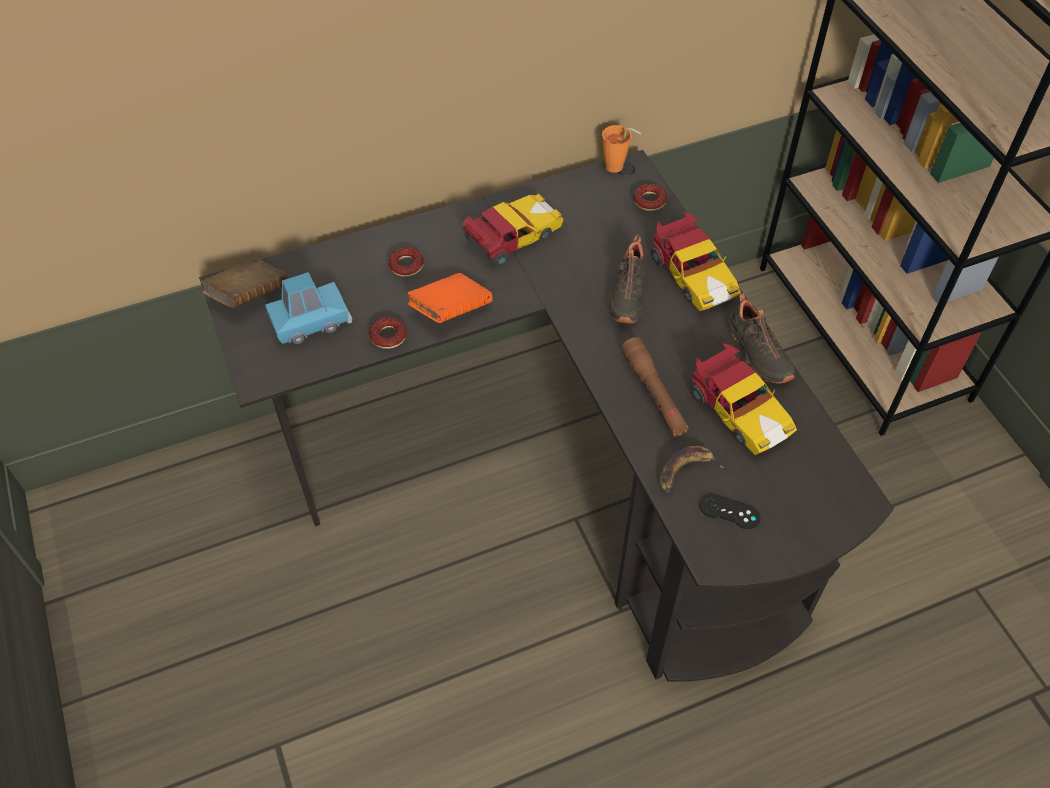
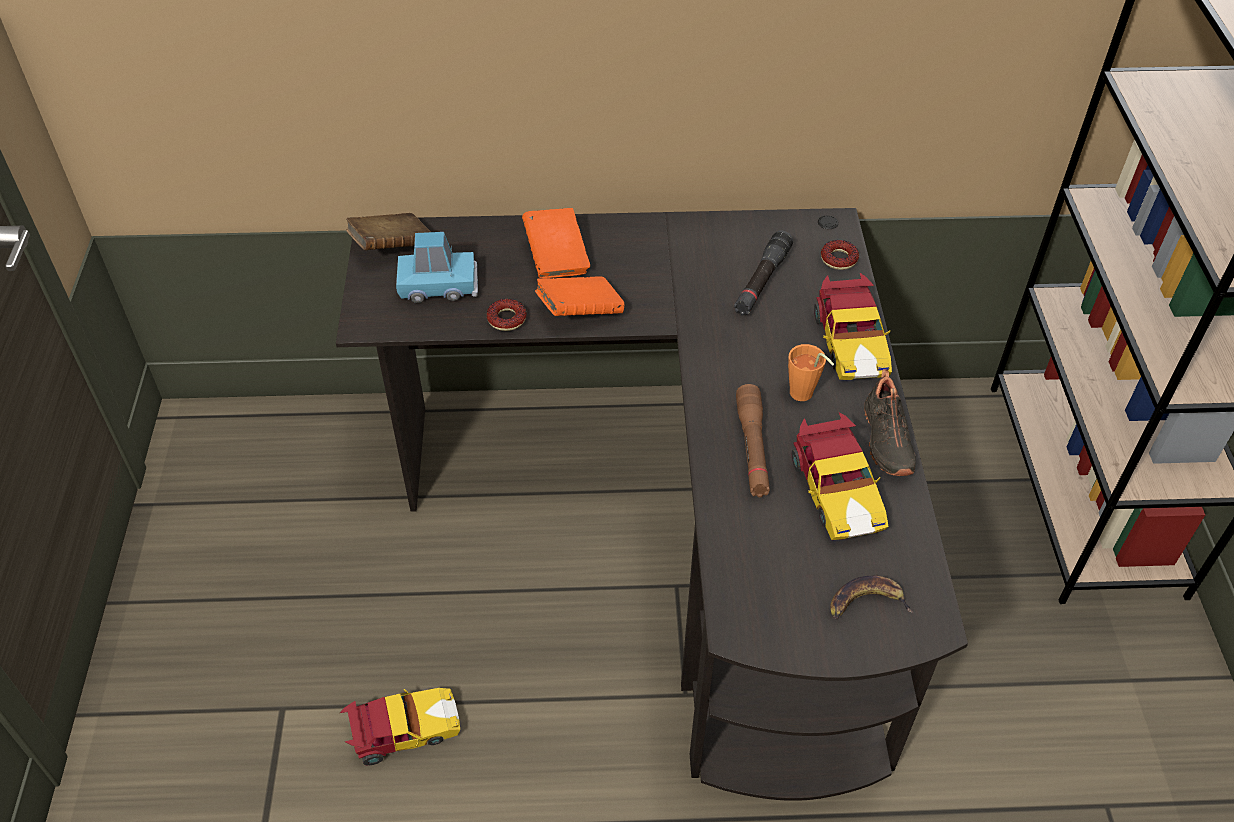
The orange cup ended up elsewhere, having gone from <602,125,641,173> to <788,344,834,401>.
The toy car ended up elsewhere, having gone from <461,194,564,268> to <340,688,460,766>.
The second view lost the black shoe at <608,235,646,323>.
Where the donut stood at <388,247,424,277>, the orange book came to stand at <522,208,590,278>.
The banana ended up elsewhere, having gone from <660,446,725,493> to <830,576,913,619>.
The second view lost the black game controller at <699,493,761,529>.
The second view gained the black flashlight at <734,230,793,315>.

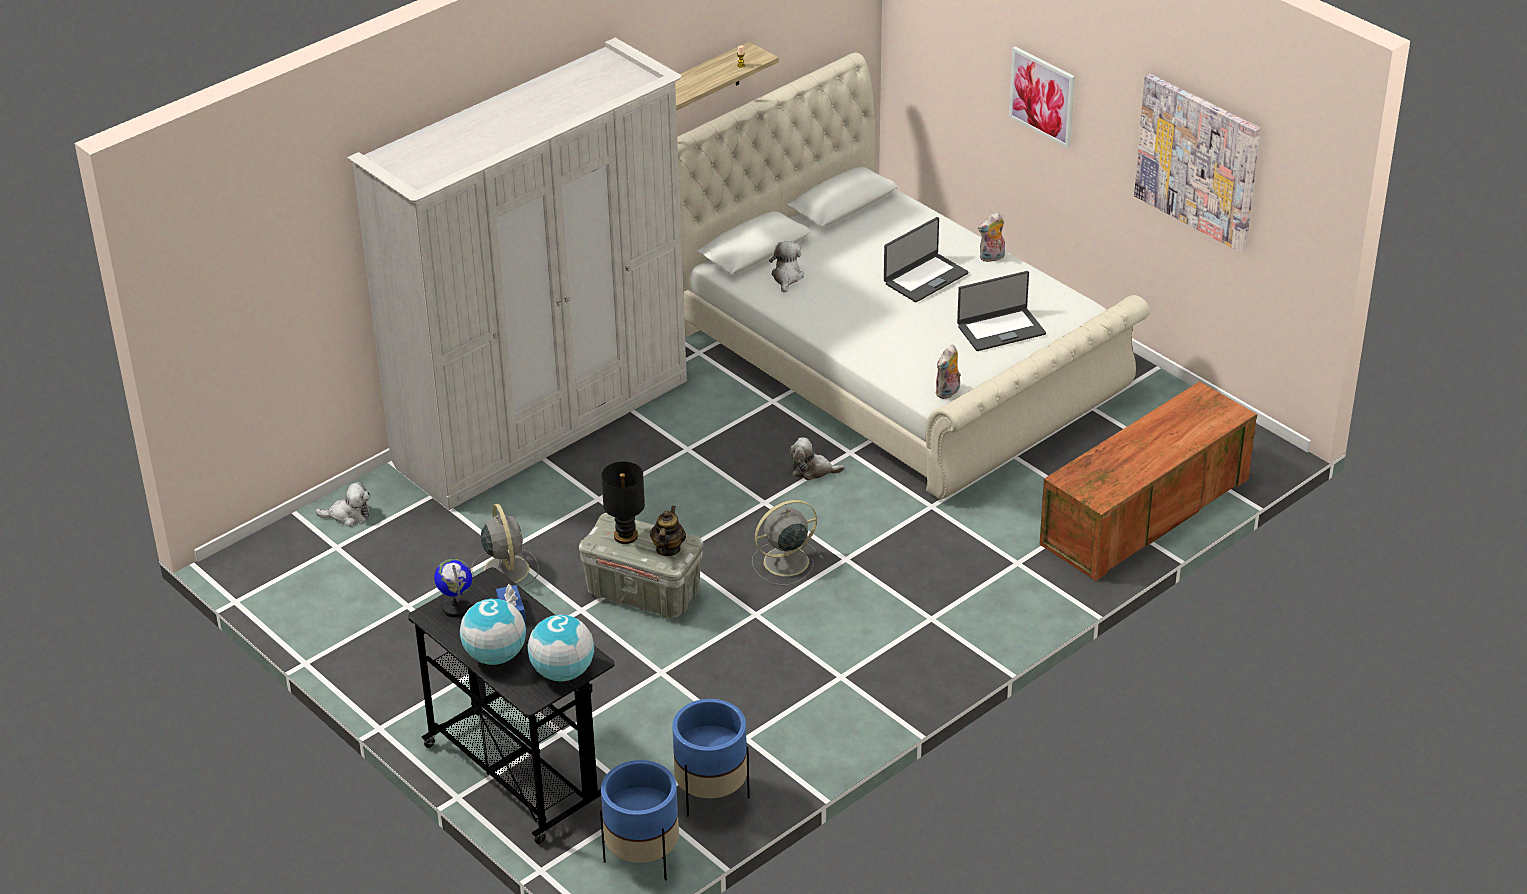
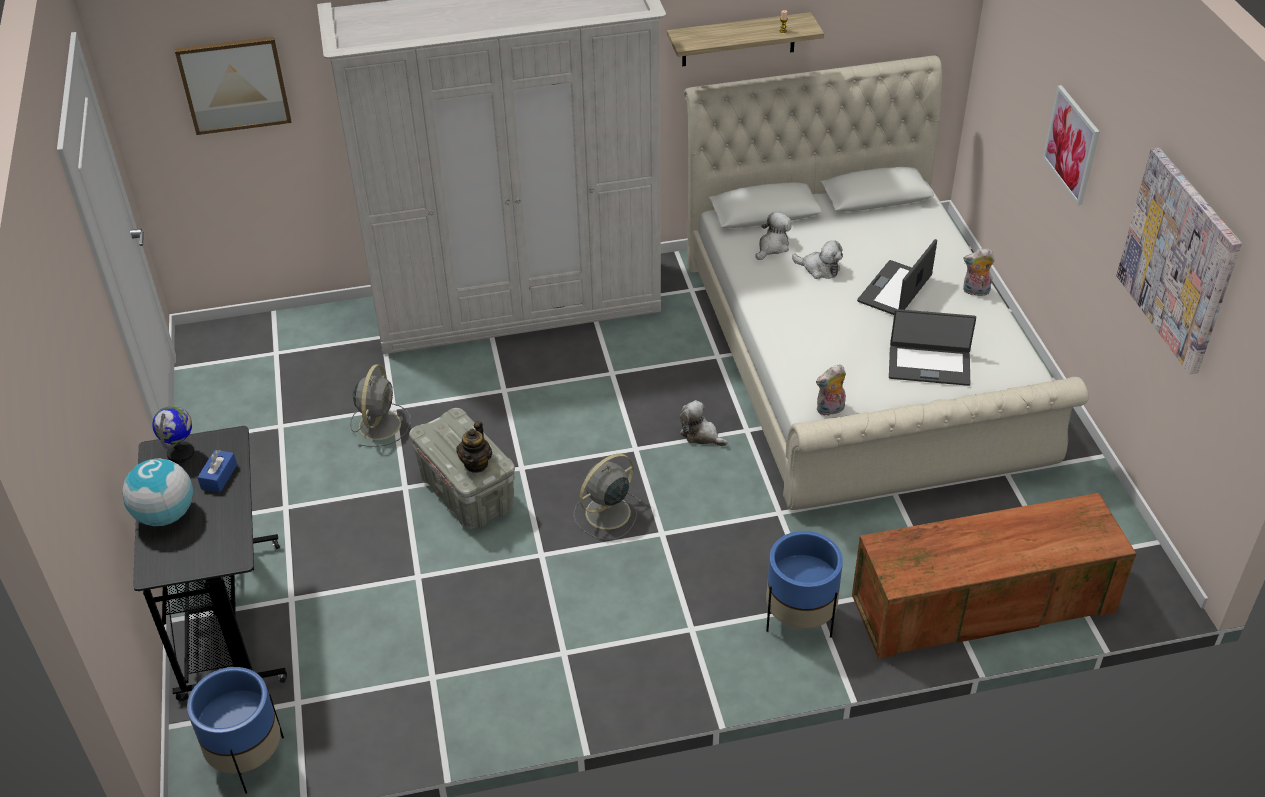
The laptop at <884,217,968,302> ended up facing another way, 135 degrees clockwise from before.
The second view lost the black table lamp at <601,461,645,544>.
The plush toy ended up elsewhere, having gone from <315,482,370,527> to <792,241,843,279>.
The grey fan at <752,500,823,586> ended up facing another way, 45 degrees counterclockwise from before.
The teapot at <650,506,686,556> ended up facing another way, 150 degrees clockwise from before.
The second view lost the globe at <528,615,594,682>.
The blue planter ended up elsewhere, having gone from <672,699,750,817> to <766,531,843,638>.
The second view gained the picture at <175,36,291,135>.

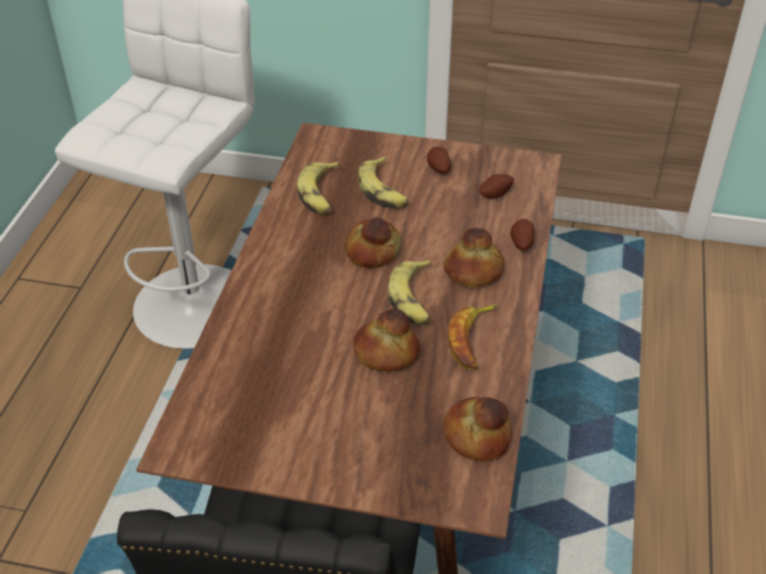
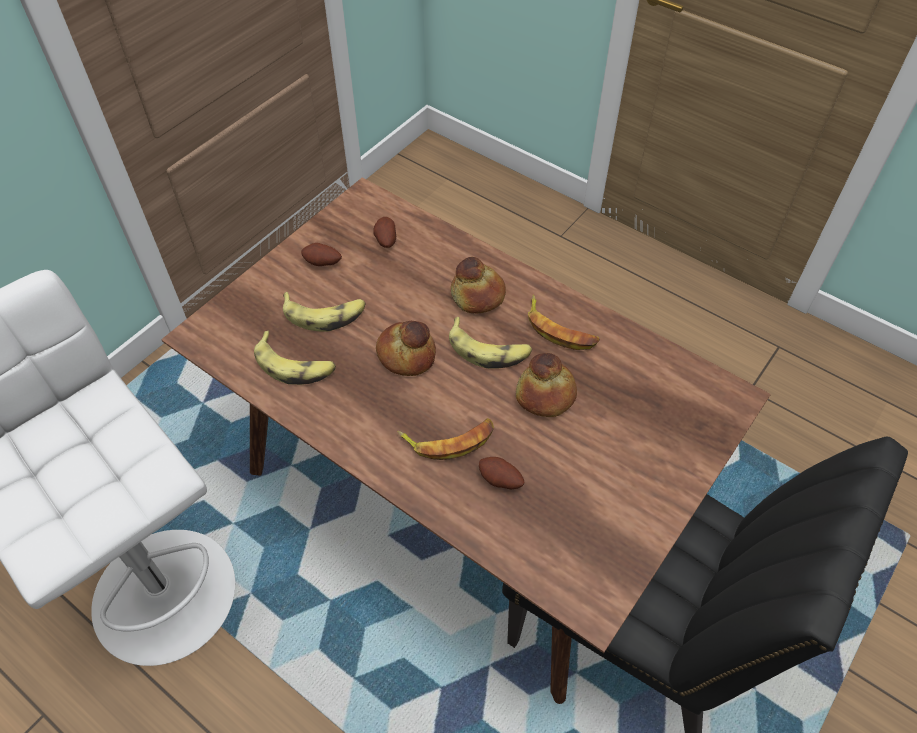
The potato ended up elsewhere, having gone from <510,219,534,251> to <479,457,524,489>.
The second view lost the bread at <443,397,512,462>.
The second view gained the banana at <398,418,494,460>.

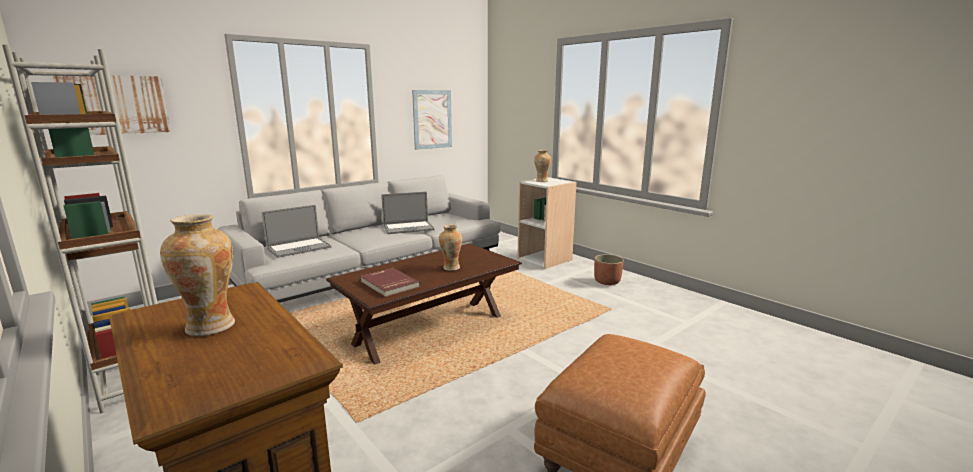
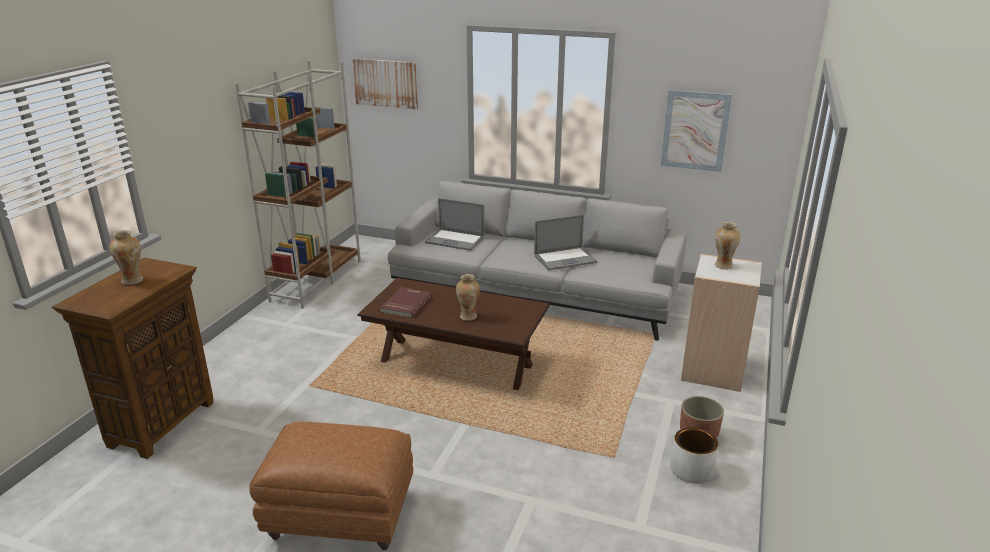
The laptop at <381,192,435,234> ended up facing another way, 60 degrees counterclockwise from before.
The second view gained the white planter at <670,427,719,484>.

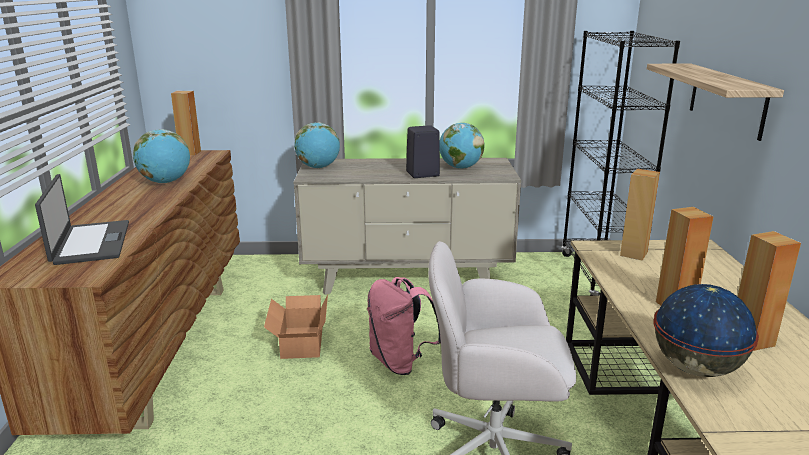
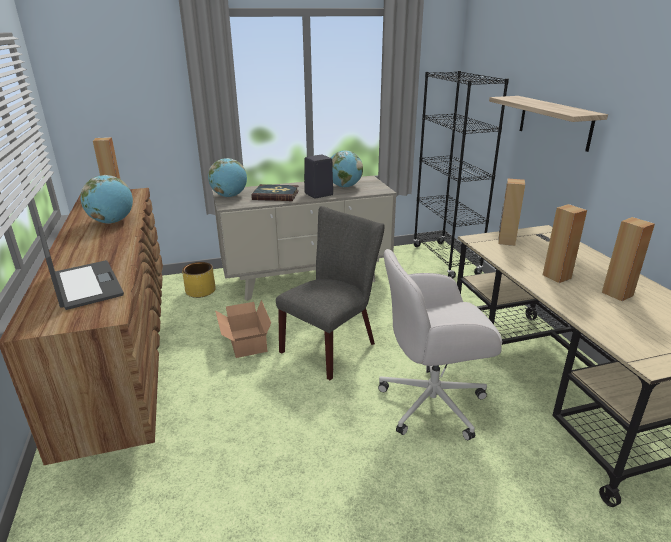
Where the pink backpack stood at <367,277,441,375>, the grey chair came to stand at <276,206,385,380>.
The second view lost the globe at <653,284,759,377>.
The second view gained the book at <251,184,299,201>.
The second view gained the yellow planter at <182,262,216,298>.

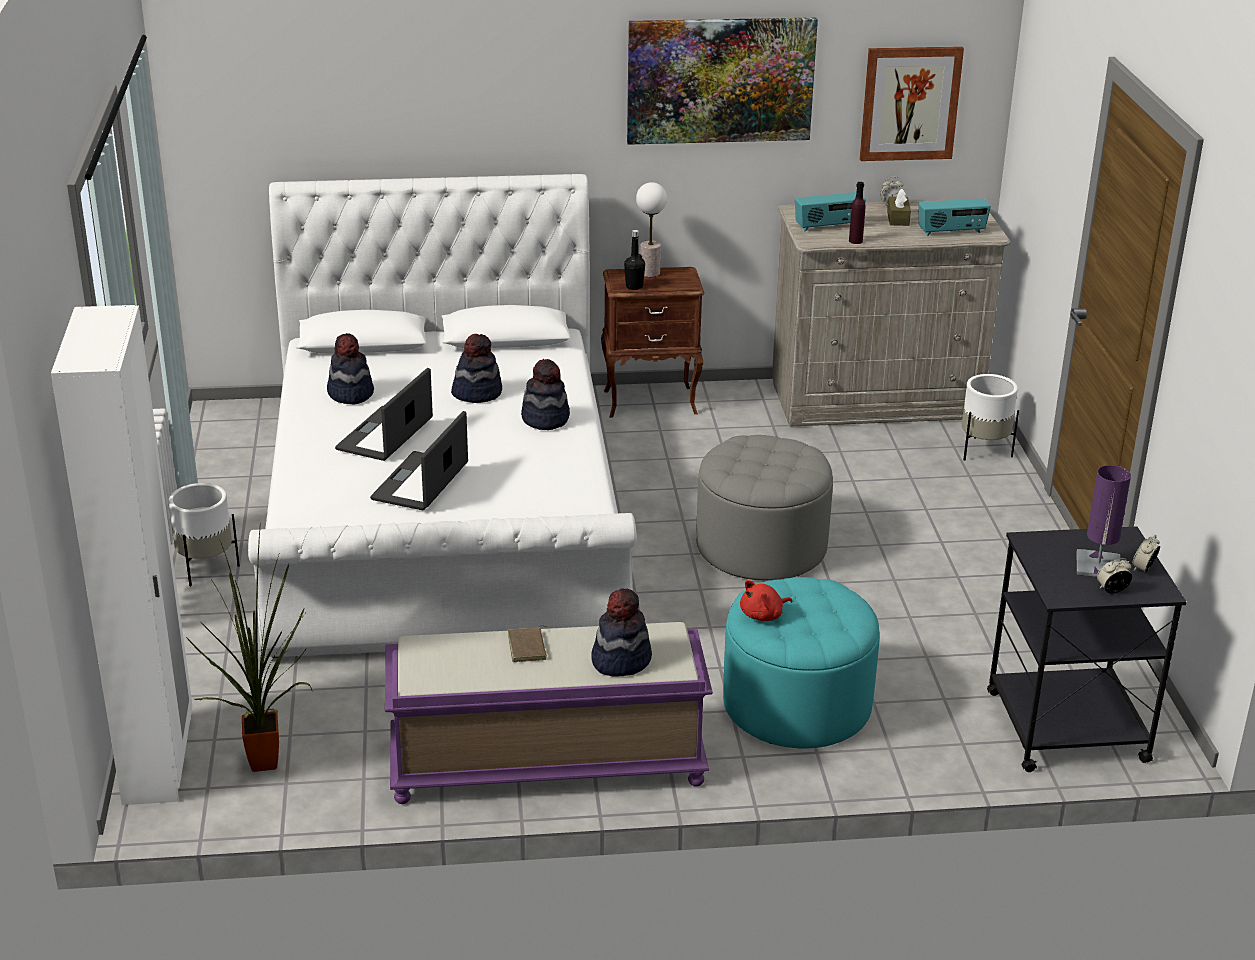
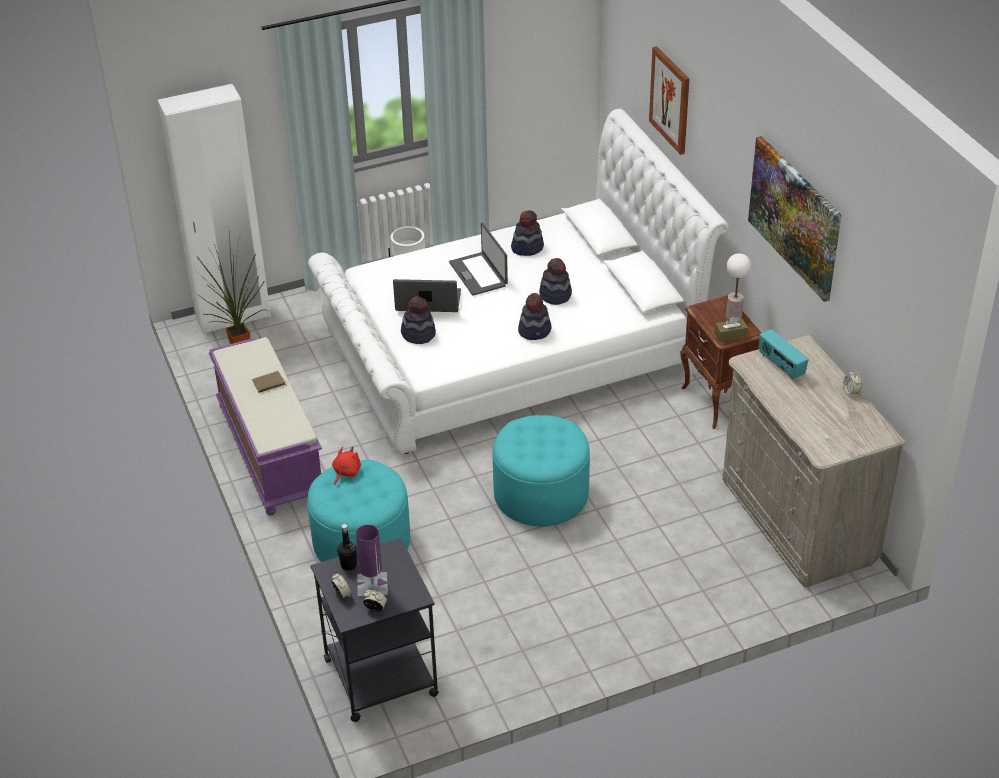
The picture ended up elsewhere, having gone from <860,46,964,161> to <649,46,689,155>.
The second view lost the purple bottle at <849,182,865,244>.
The brown tissue box ended up elsewhere, having gone from <887,189,911,226> to <715,316,748,342>.
The second view lost the radio at <919,198,991,236>.
The black bottle ended up elsewhere, having gone from <624,230,645,290> to <337,524,357,571>.
The laptop at <335,368,433,461> ended up facing another way, 120 degrees counterclockwise from before.
The second view lost the white planter at <962,374,1019,461>.
What was the grey ottoman at <696,435,833,581> turned into the turquoise ottoman at <493,415,590,526>.
The red plush toy at <740,580,793,621> ended up facing another way, 75 degrees clockwise from before.
The hat ended up elsewhere, having gone from <591,588,652,676> to <401,296,436,344>.

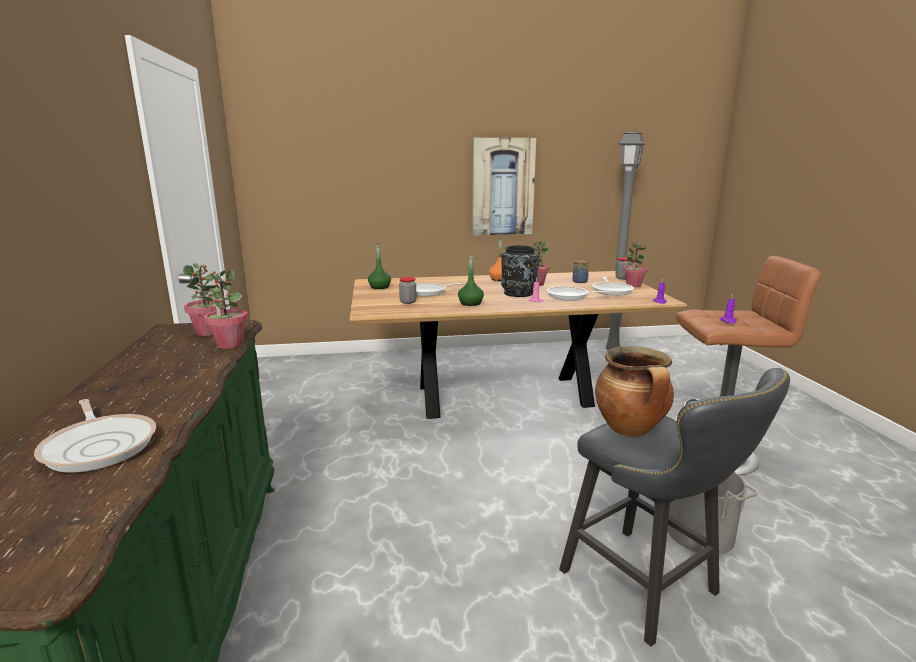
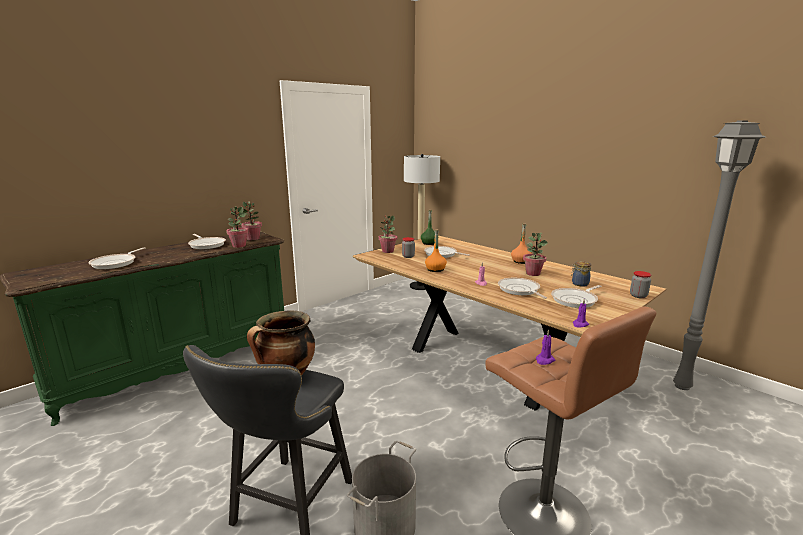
The second view lost the picture at <472,138,536,235>.
The potted plant ended up elsewhere, having gone from <623,241,648,287> to <378,215,397,253>.
The second view lost the black vase at <501,245,539,297>.
What was the green bottle at <458,254,484,306> turned into the orange bottle at <425,229,447,272>.
The second view gained the floor lamp at <404,154,440,290>.
The second view gained the frying pan at <188,234,226,249>.

